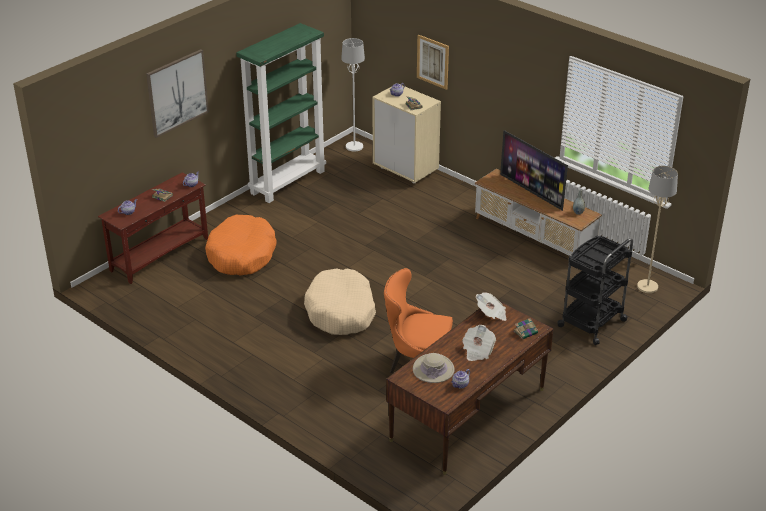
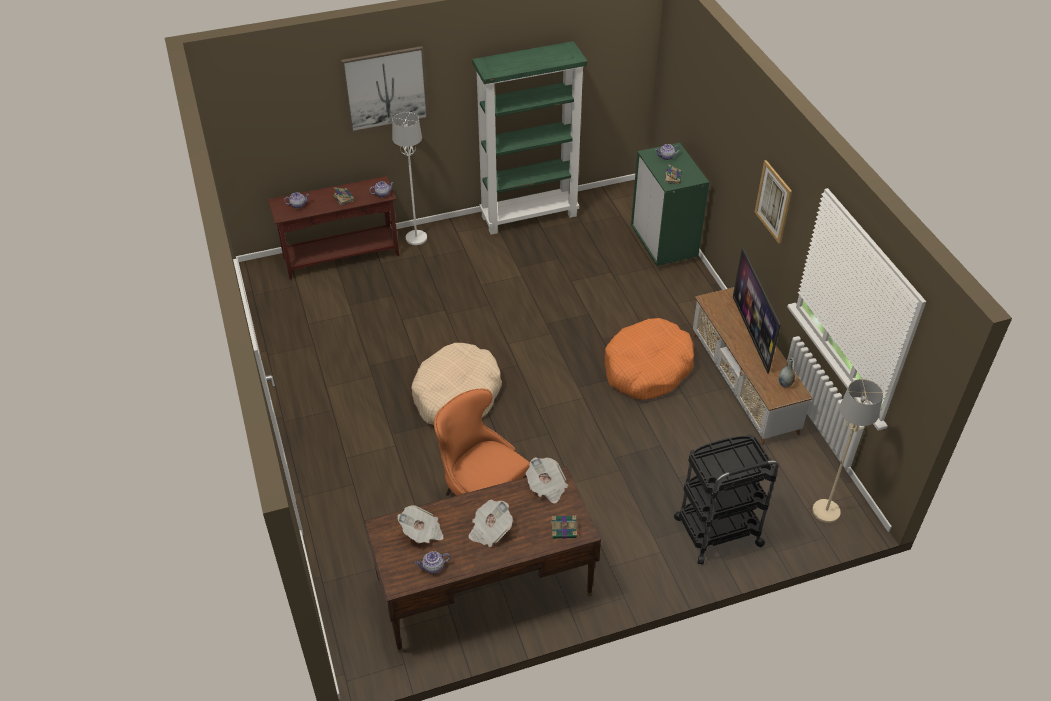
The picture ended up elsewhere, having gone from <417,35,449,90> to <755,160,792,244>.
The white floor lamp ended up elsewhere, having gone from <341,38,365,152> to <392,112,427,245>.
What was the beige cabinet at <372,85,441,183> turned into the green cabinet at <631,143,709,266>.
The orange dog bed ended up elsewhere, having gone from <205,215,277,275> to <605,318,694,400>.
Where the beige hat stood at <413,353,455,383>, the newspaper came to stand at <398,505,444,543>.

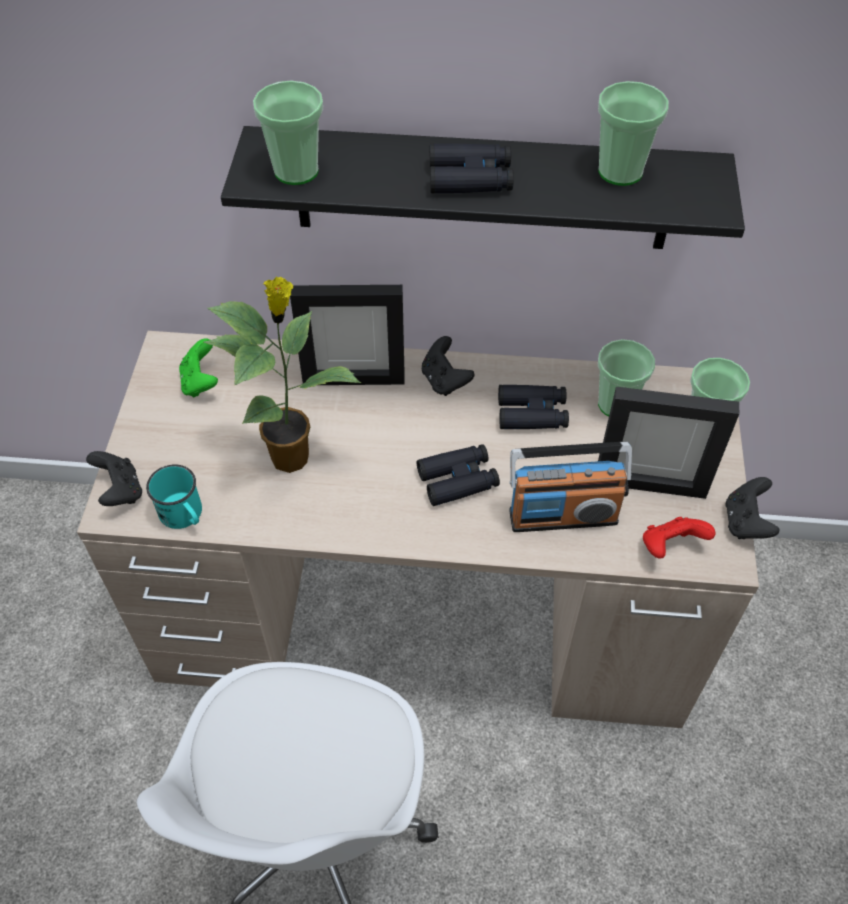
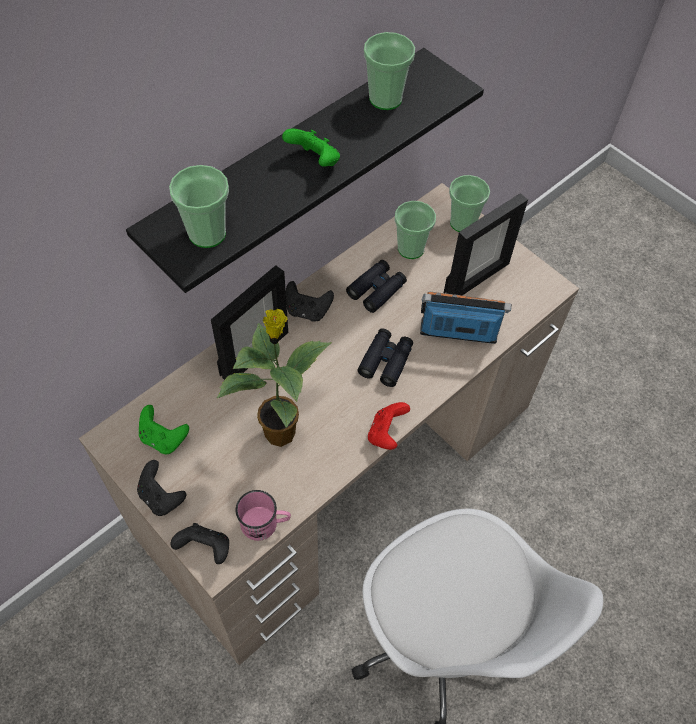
Where the black binoculars stood at <430,143,514,193>, the green game controller came to stand at <282,129,340,167>.
The radio at <509,442,632,532> ended up facing another way, 120 degrees counterclockwise from before.
What was the turquoise mug at <146,464,202,529> turned into the pink mug at <235,490,291,541>.
The black game controller ended up elsewhere, having gone from <725,477,780,539> to <137,460,186,516>.
The red game controller ended up elsewhere, having gone from <643,517,715,559> to <368,402,410,450>.

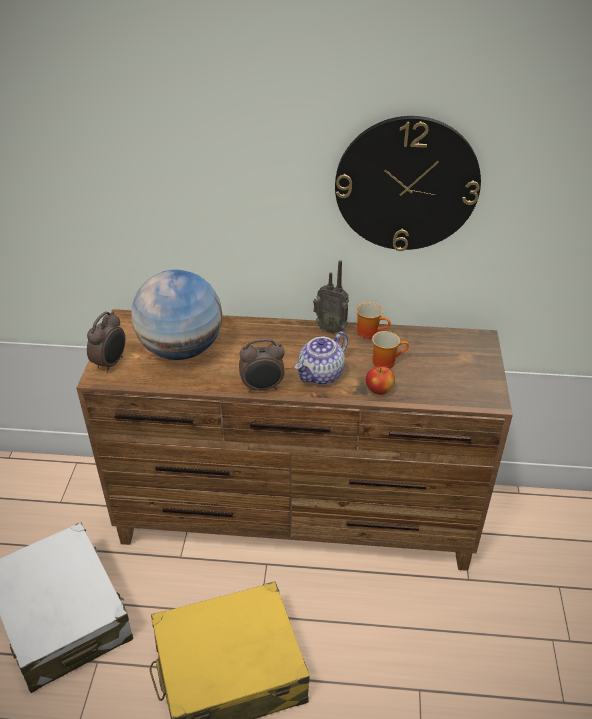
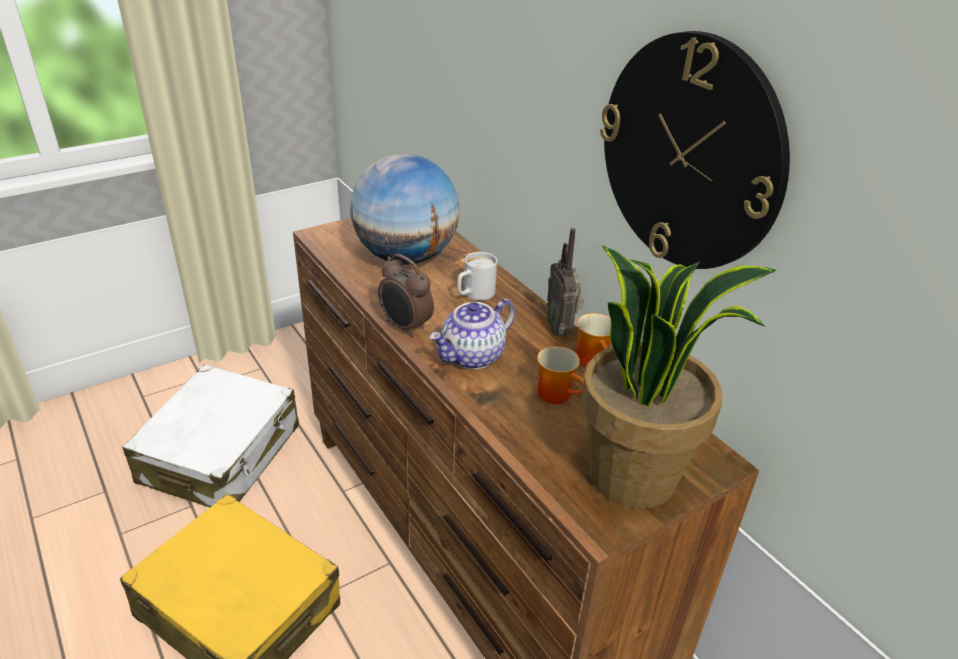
The second view lost the alarm clock at <87,311,125,373>.
The teapot at <294,331,348,385> ended up facing another way, 45 degrees counterclockwise from before.
The second view lost the apple at <366,366,395,395>.
The second view gained the potted plant at <581,245,777,509>.
The second view gained the white mug at <457,252,497,300>.

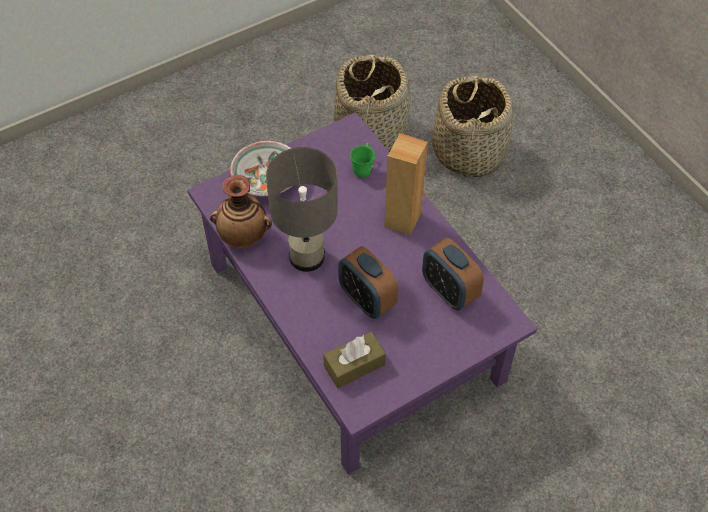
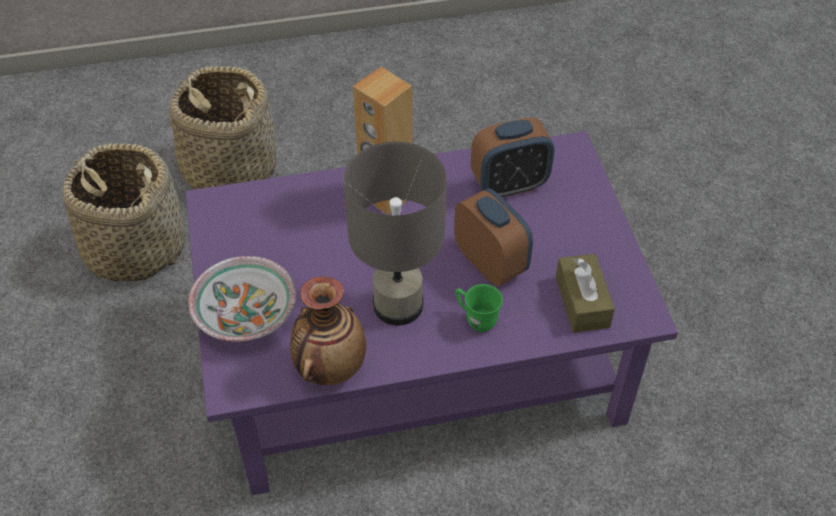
The green mug ended up elsewhere, having gone from <350,143,375,178> to <456,284,503,332>.
The alarm clock at <338,246,398,319> ended up facing another way, 105 degrees counterclockwise from before.

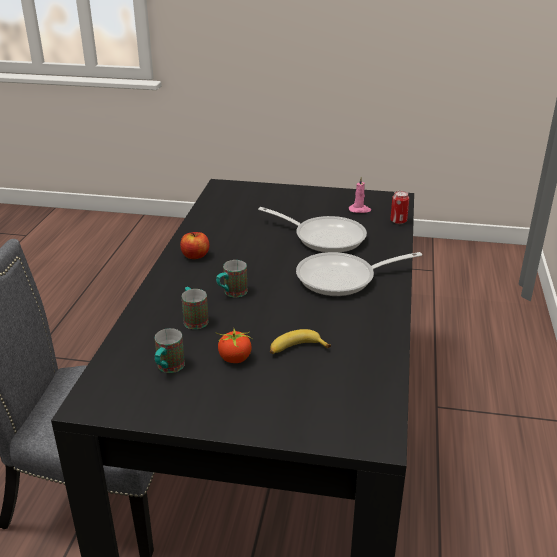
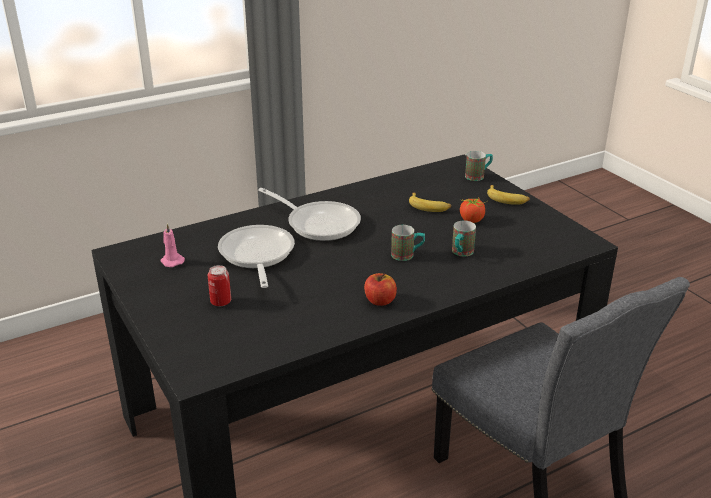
The can ended up elsewhere, having gone from <390,191,409,224> to <208,265,231,306>.
The mug ended up elsewhere, having gone from <155,328,185,373> to <465,151,493,181>.
The second view gained the banana at <487,185,530,205>.

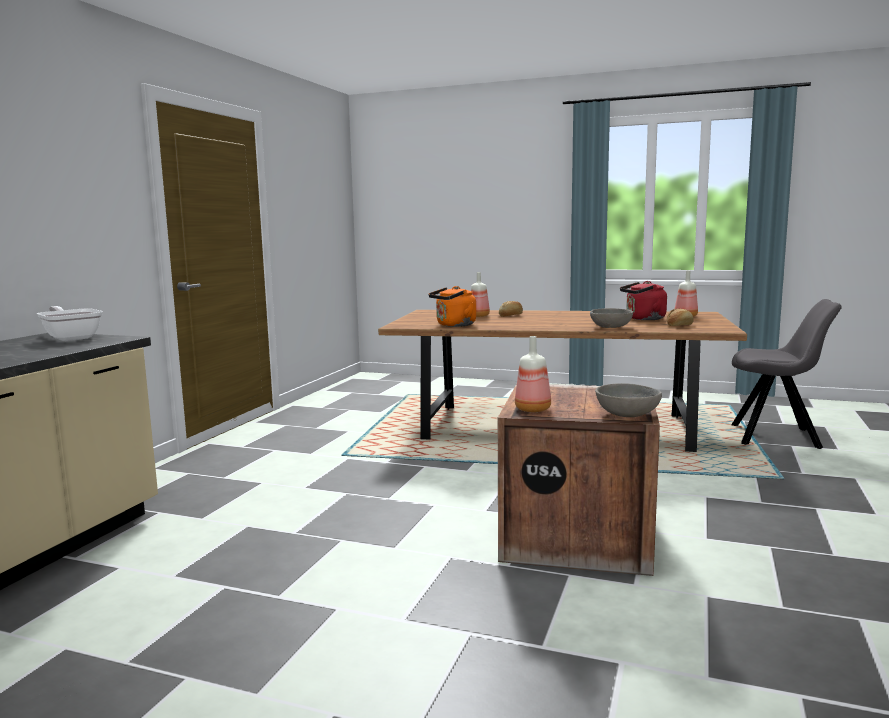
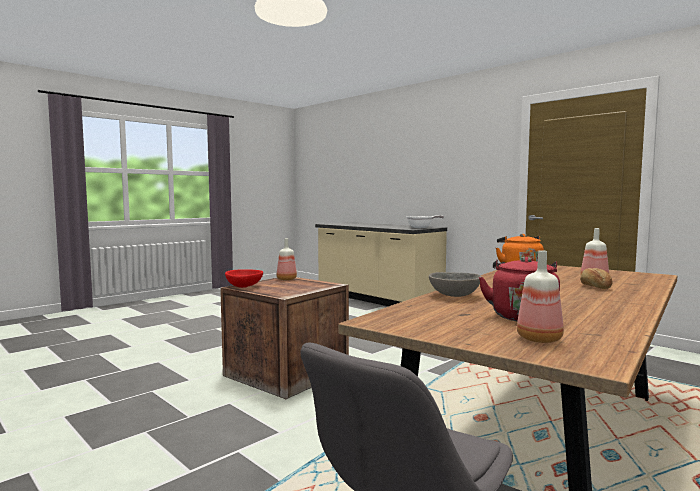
The second view lost the bread at <667,309,694,326>.
What was the grey bowl at <595,383,662,417> turned into the red bowl at <225,269,263,288>.

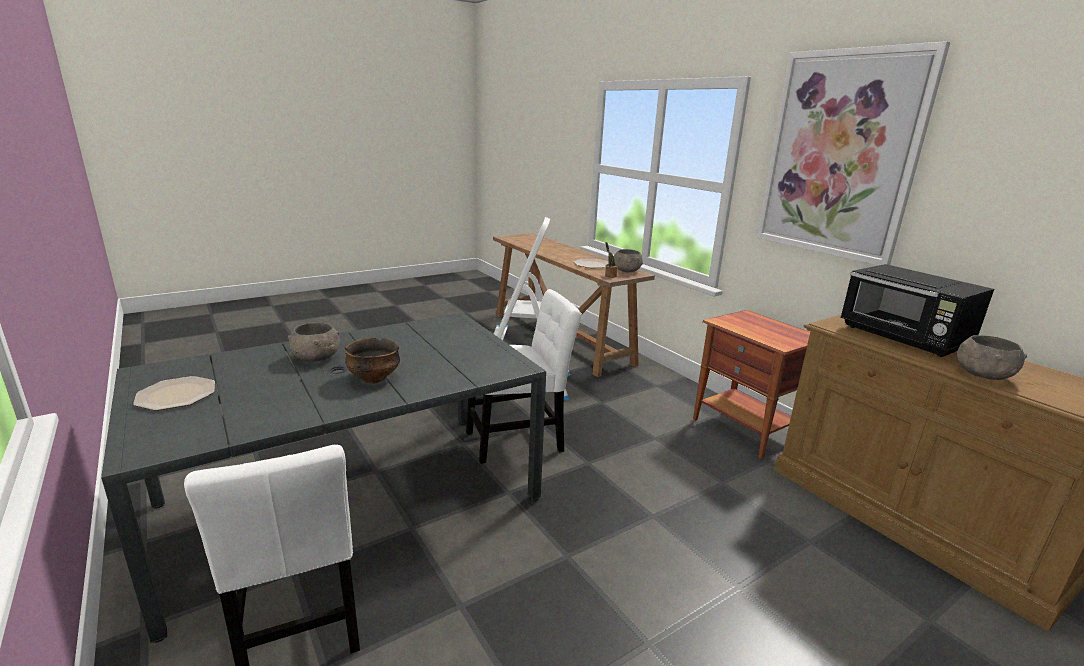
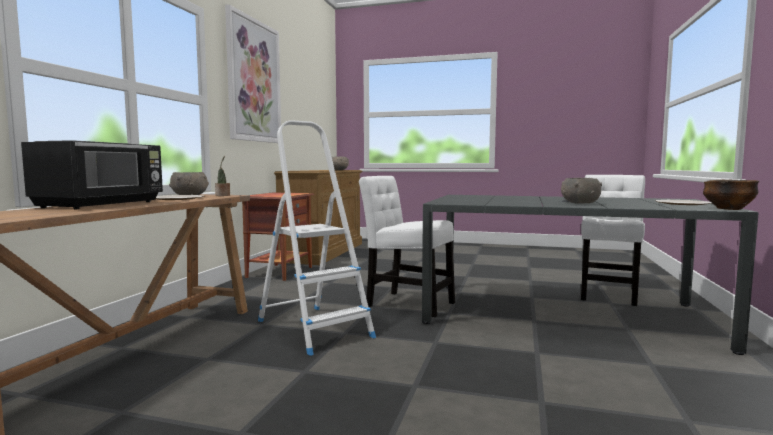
The black microwave ended up elsewhere, having gone from <840,264,994,357> to <21,140,163,209>.
The bowl ended up elsewhere, having gone from <345,338,400,383> to <703,180,759,210>.

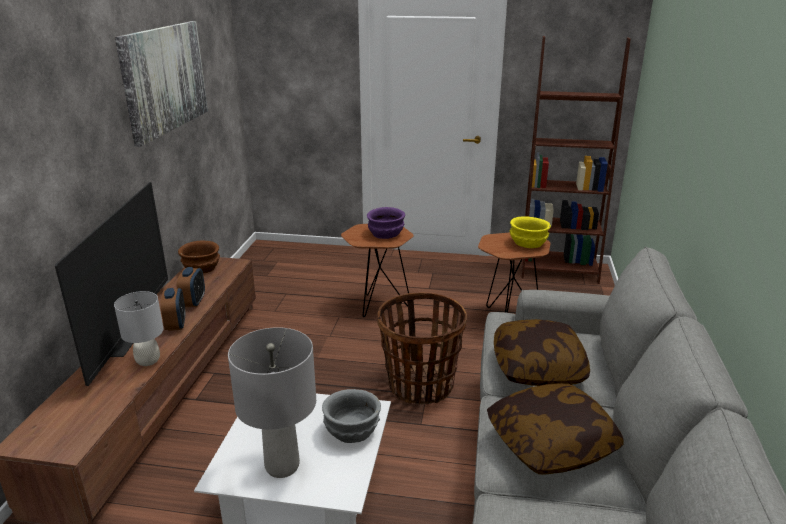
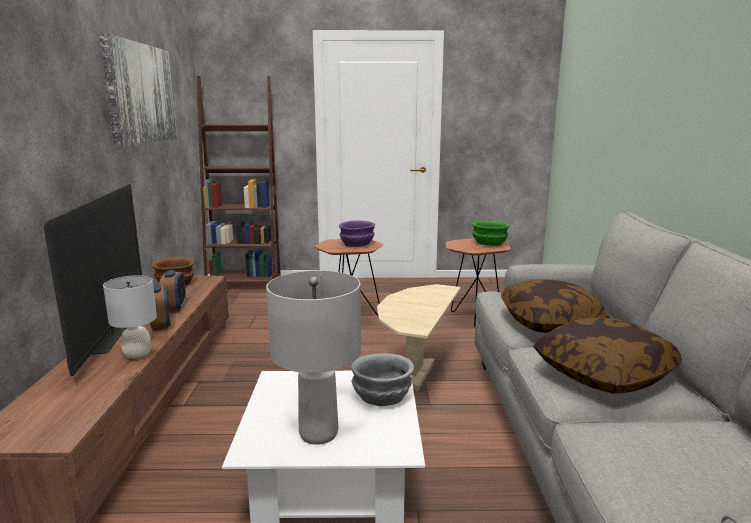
The brown bookcase ended up elsewhere, having gone from <521,36,631,284> to <196,76,281,283>.
What was the yellow bowl at <510,216,551,248> turned into the green bowl at <472,221,510,246>.
Where the basket stood at <377,292,467,405>, the beige side table came to stand at <377,284,461,391>.

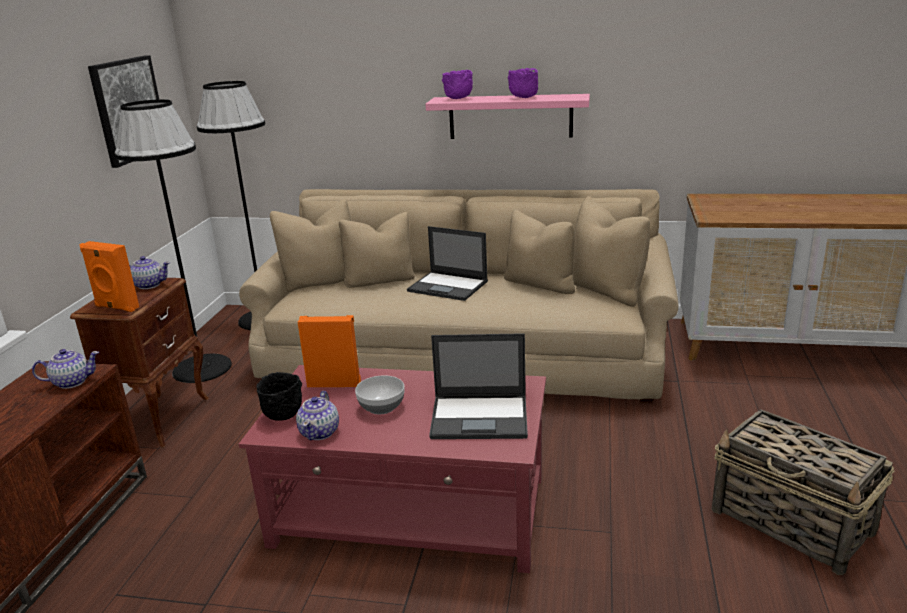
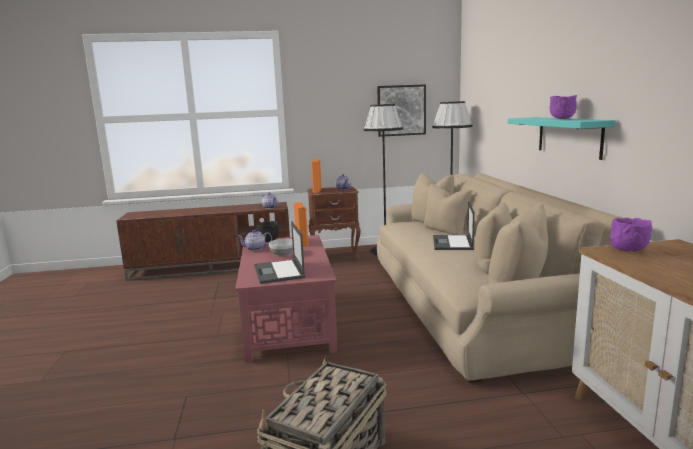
The purple bowl ended up elsewhere, having gone from <442,70,473,99> to <610,218,653,252>.
What was the pink shelf at <425,94,590,139> turned into the turquoise shelf at <508,117,616,160>.

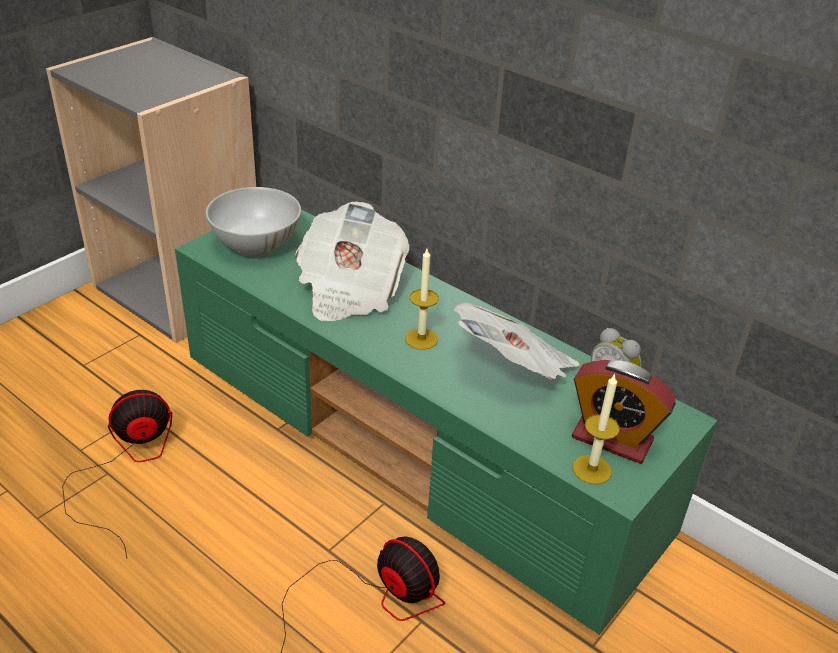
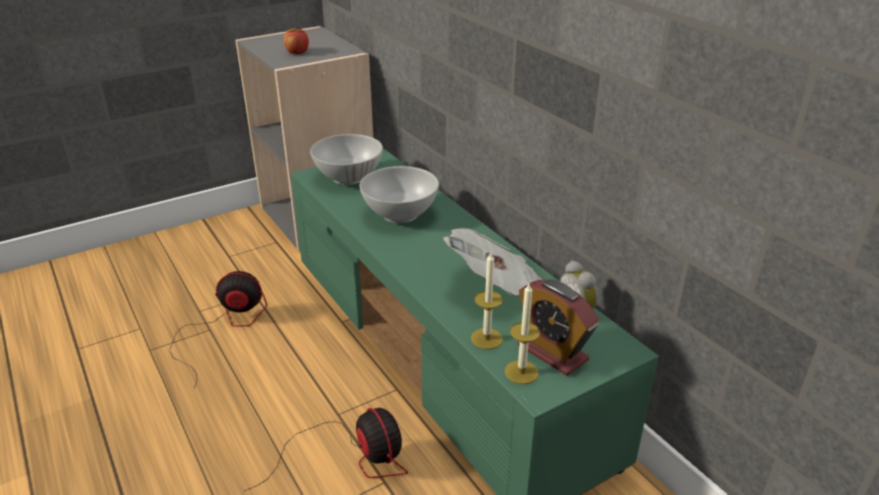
Where the newspaper stood at <295,202,409,321>, the white bowl came to stand at <360,166,439,223>.
The candle ended up elsewhere, having gone from <405,249,439,350> to <471,253,503,349>.
The second view gained the apple at <284,27,309,54>.

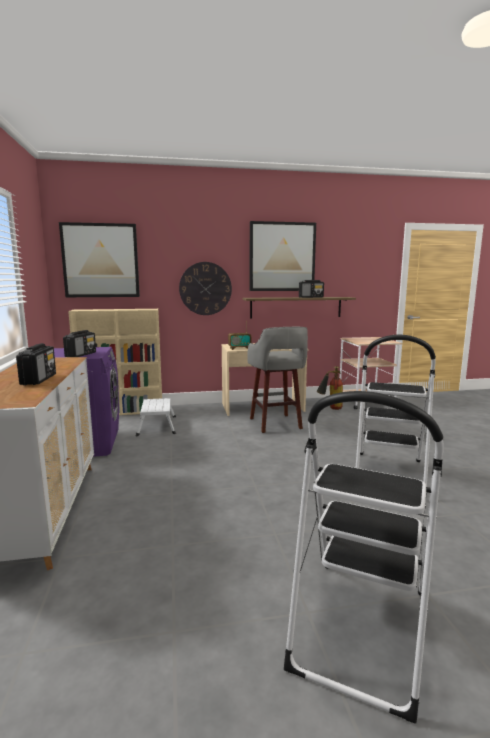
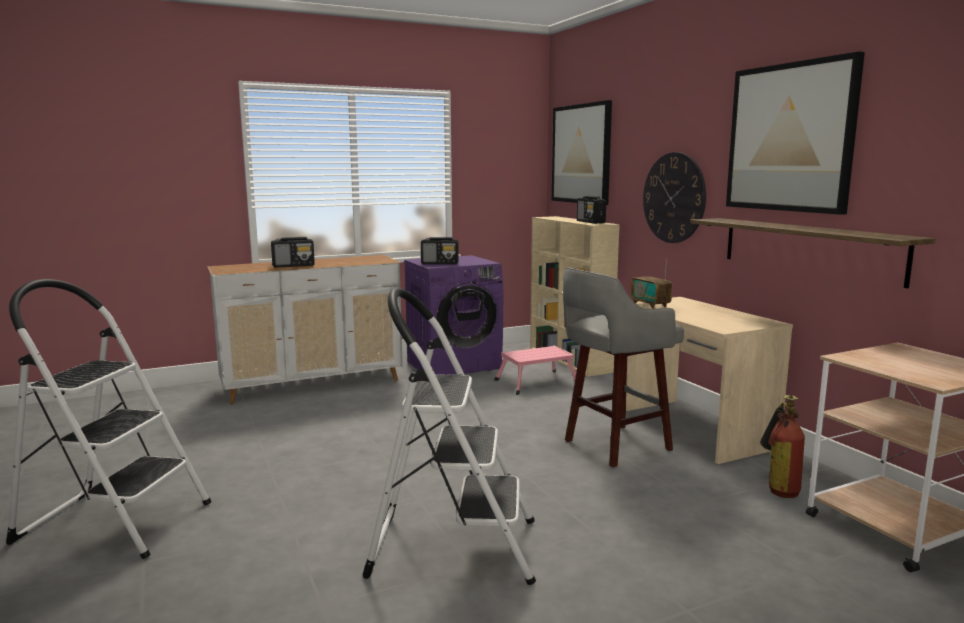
The radio ended up elsewhere, having gone from <299,280,324,298> to <577,196,606,224>.
What was the white step ladder at <136,398,176,436> turned into the pink step ladder at <494,345,576,395>.

